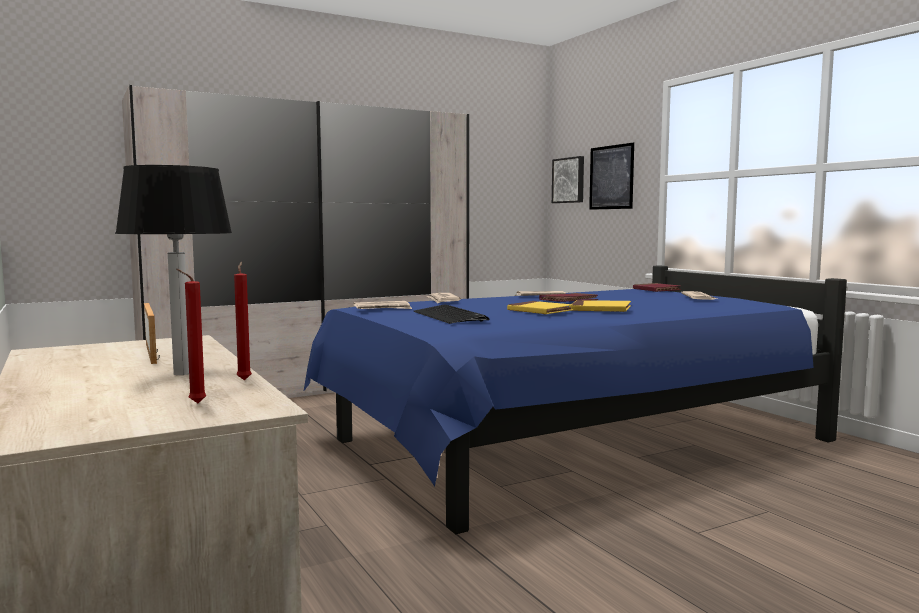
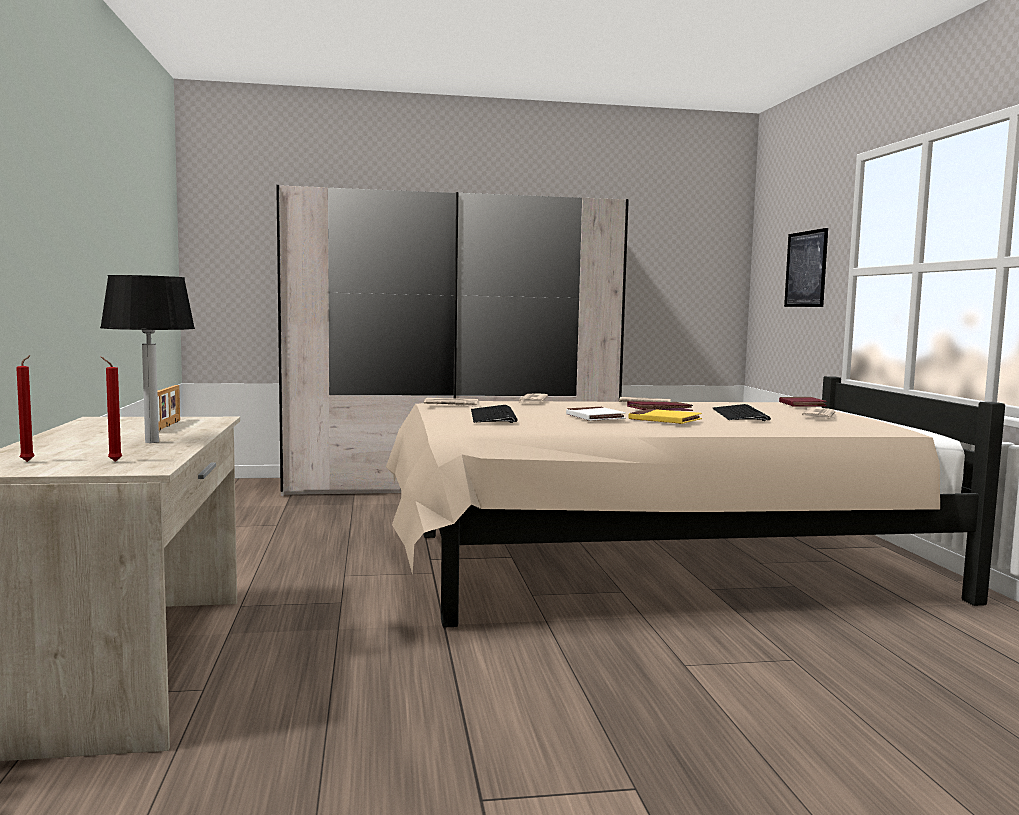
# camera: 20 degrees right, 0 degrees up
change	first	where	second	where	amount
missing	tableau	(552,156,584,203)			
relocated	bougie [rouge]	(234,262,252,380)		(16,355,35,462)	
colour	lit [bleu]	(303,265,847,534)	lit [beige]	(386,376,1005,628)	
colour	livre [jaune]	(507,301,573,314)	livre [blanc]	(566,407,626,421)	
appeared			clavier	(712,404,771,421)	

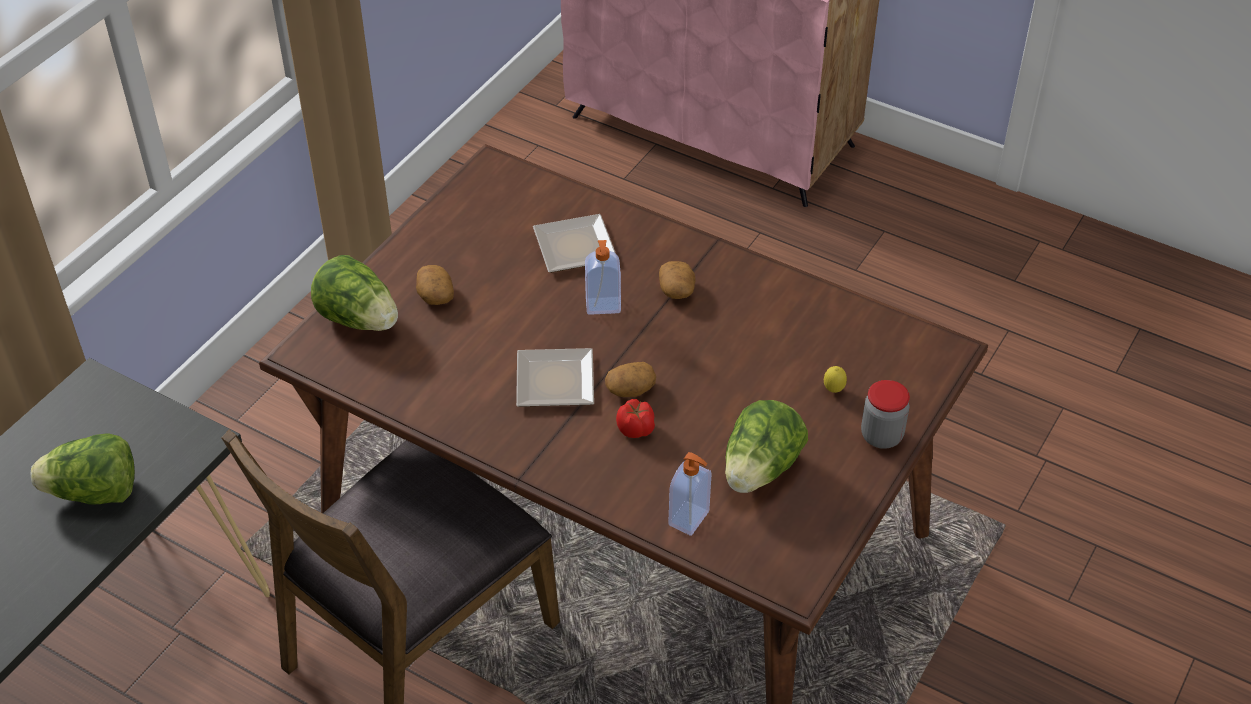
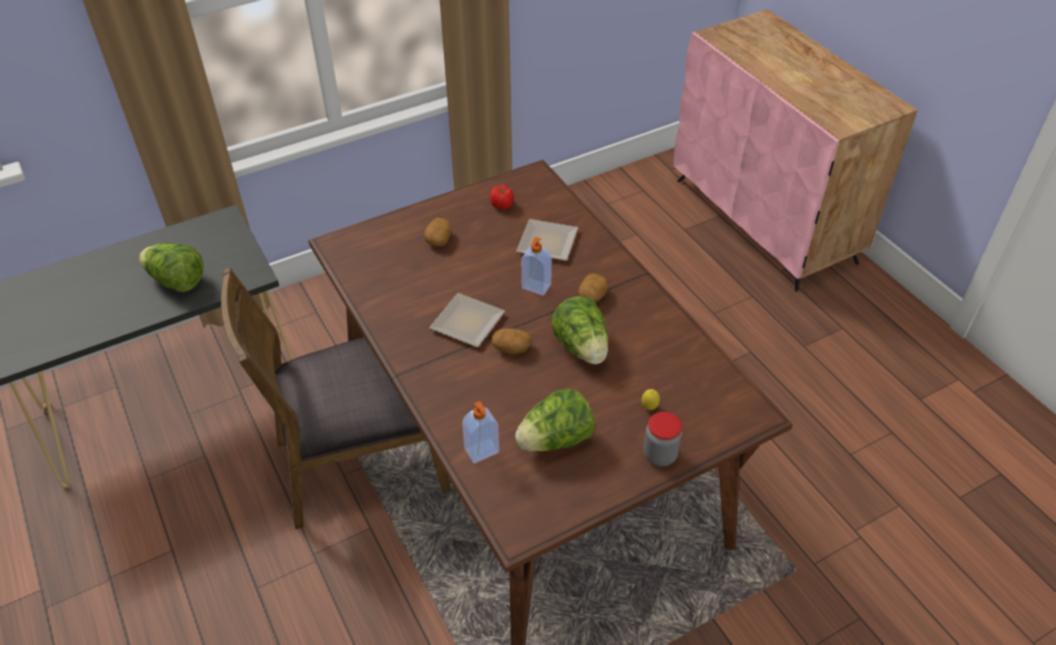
# camera: 30 degrees right, 0 degrees up
change	first	where	second	where	amount
relocated	laitue	(311,255,398,331)		(551,296,608,364)	
relocated	tomate	(616,399,655,438)		(490,185,514,209)	

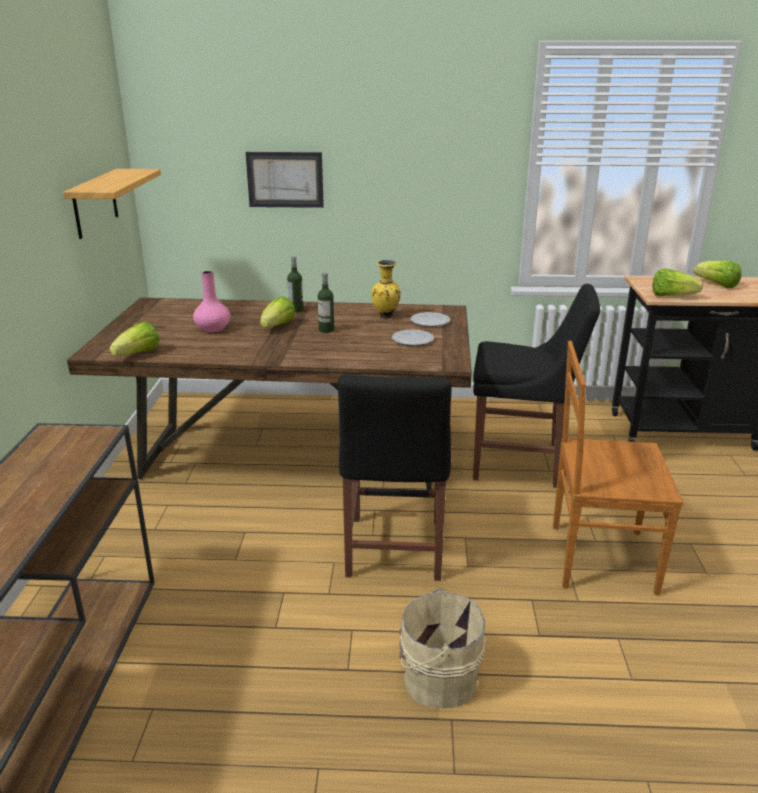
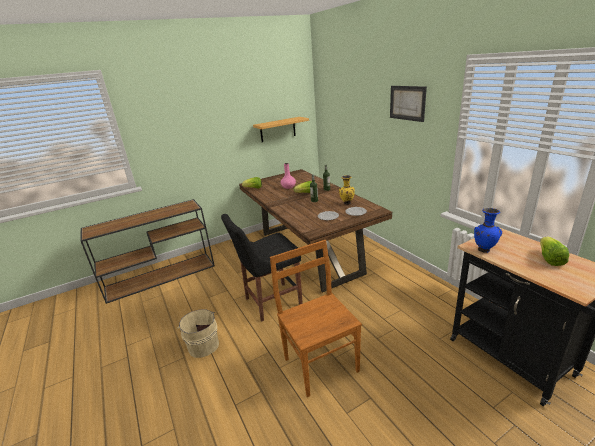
# camera: 60 degrees right, 0 degrees up
change	first	where	second	where	amount
relocated	tableau	(246,152,324,208)		(390,86,427,122)	
exchanged	laitue	(653,268,703,296)	vase [bleu]	(474,208,502,253)	
missing	chaise [noir]	(473,284,600,488)			

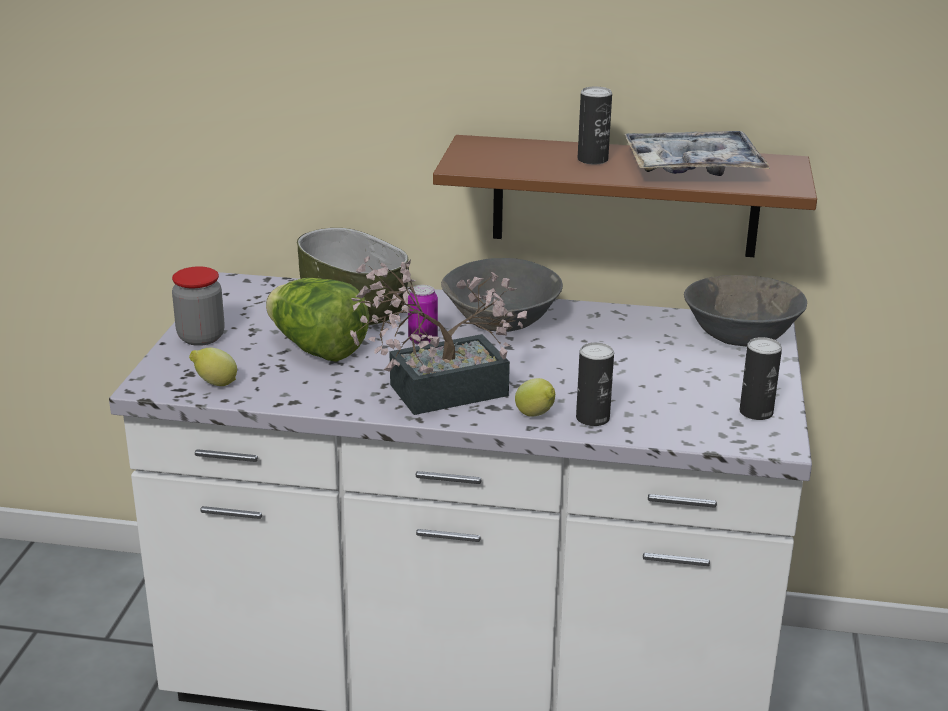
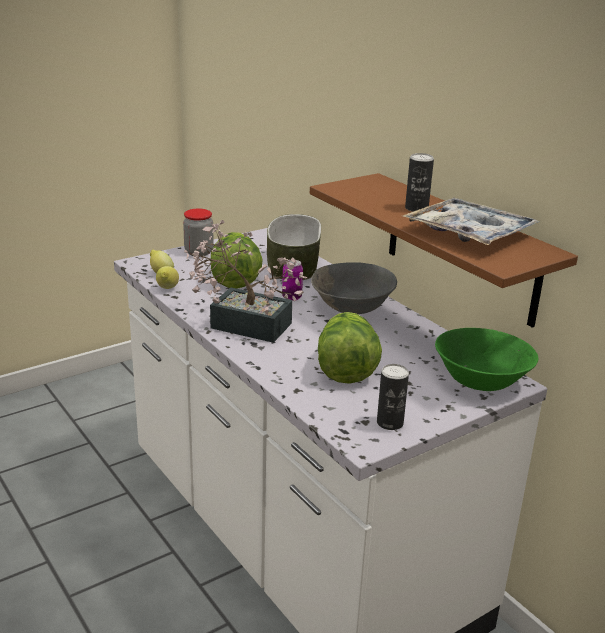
# camera: 45 degrees right, 0 degrees up
change	first	where	second	where	amount
colour	bol [gris]	(684,275,807,346)	bol [vert]	(435,328,538,391)	
missing	boîte métallique	(576,342,614,426)			
relocated	citron	(515,378,555,417)		(156,266,179,289)	
appeared			laitue	(318,312,382,384)	

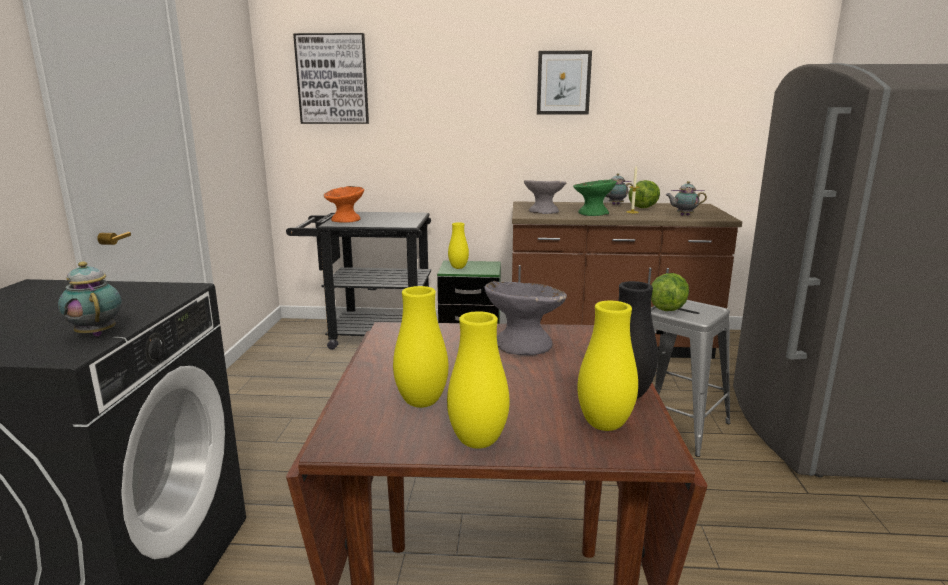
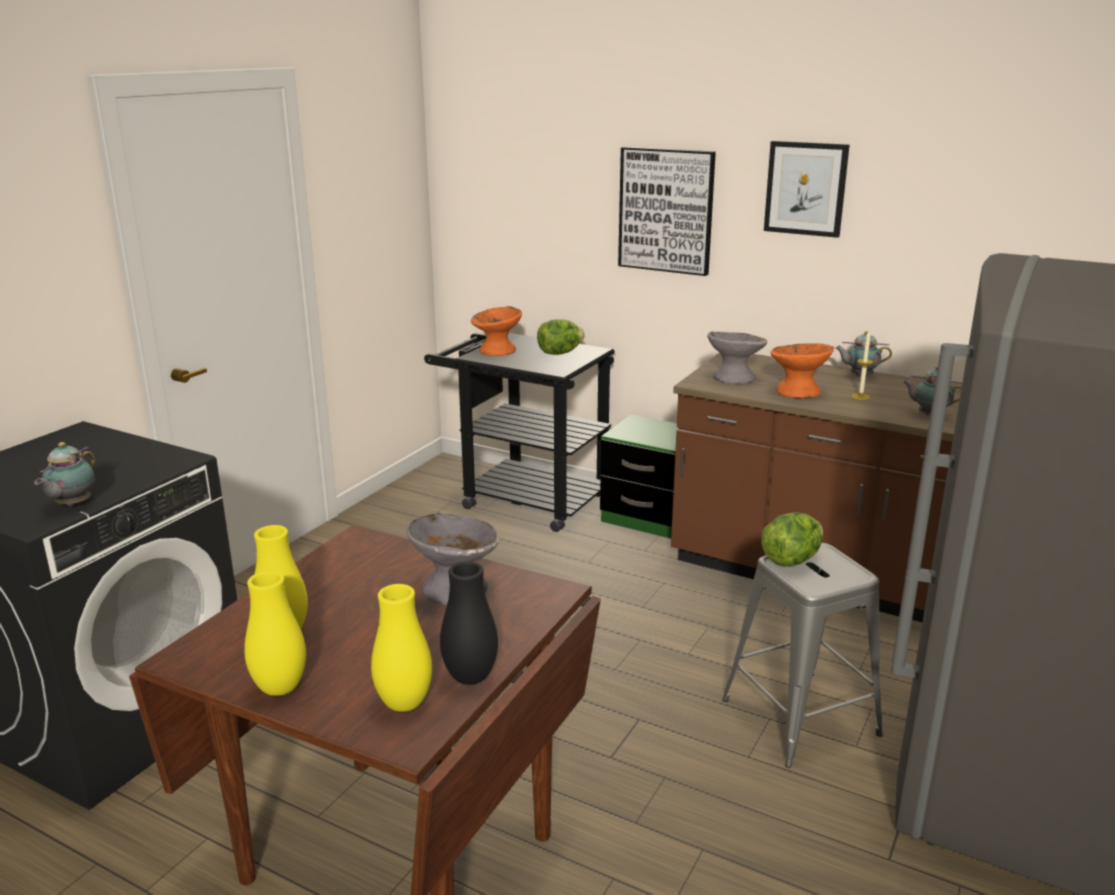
# camera: 25 degrees right, 5 degrees up
change	first	where	second	where	amount
relocated	tableau	(293,33,369,124)		(618,147,716,276)	
colour	bol [vert]	(573,179,617,216)	bol [orange]	(771,343,834,399)	
relocated	laitue	(628,180,660,208)		(537,319,585,355)	
missing	vase [jaune]	(448,222,469,269)			
spun	théière	(58,261,122,337)		(34,442,95,507)	150 degrees counterclockwise

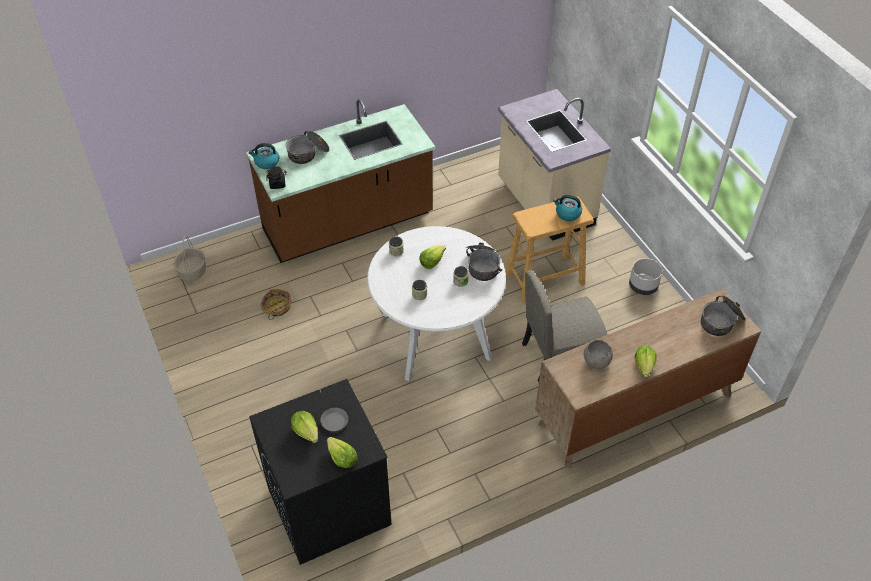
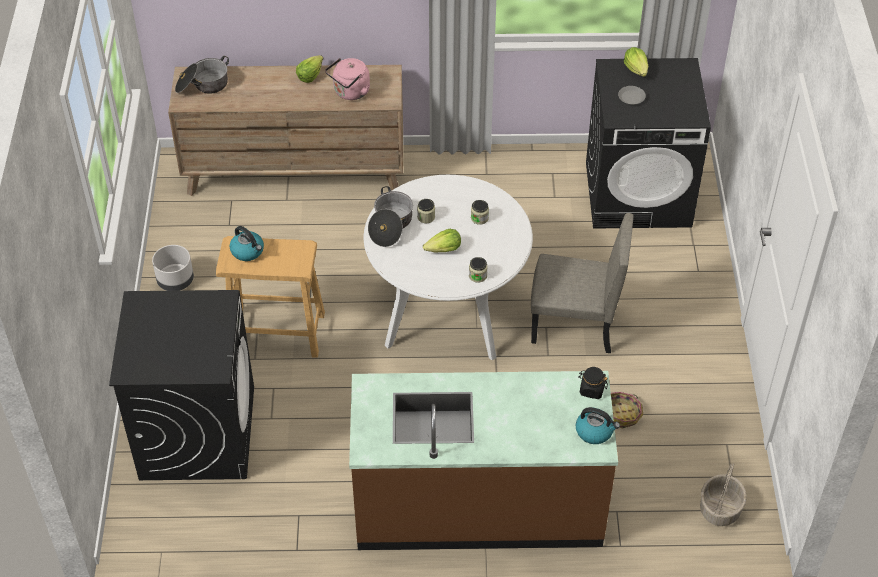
# camera: 155 degrees left, 0 degrees up
change	first	where	second	where	amount
exchanged	comptoir de cuisine [beige]	(498,89,611,241)	lave-linge [noir]	(109,290,254,480)	
missing	marmite	(286,131,330,164)			
relocated	chaise [beige]	(522,270,608,382)		(531,213,634,353)	
exchanged	bol [gris]	(584,340,613,369)	bouilloire [rose]	(325,58,370,100)	
missing	laitue	(291,411,318,443)			

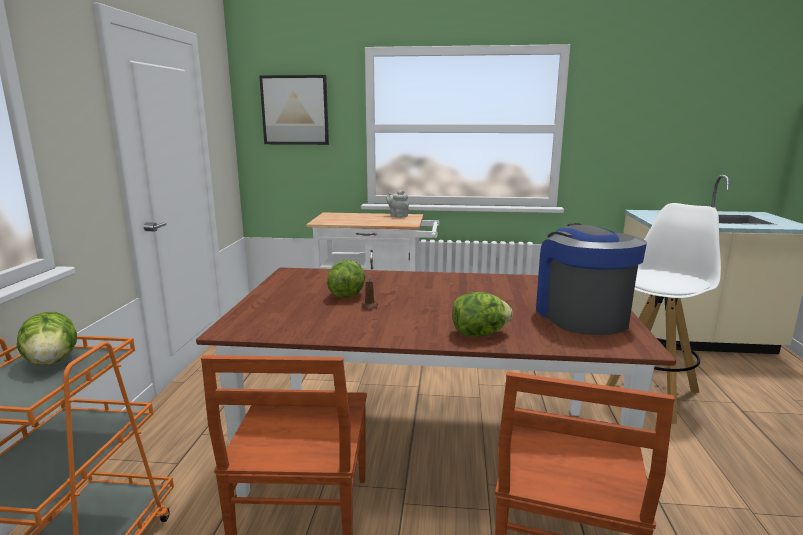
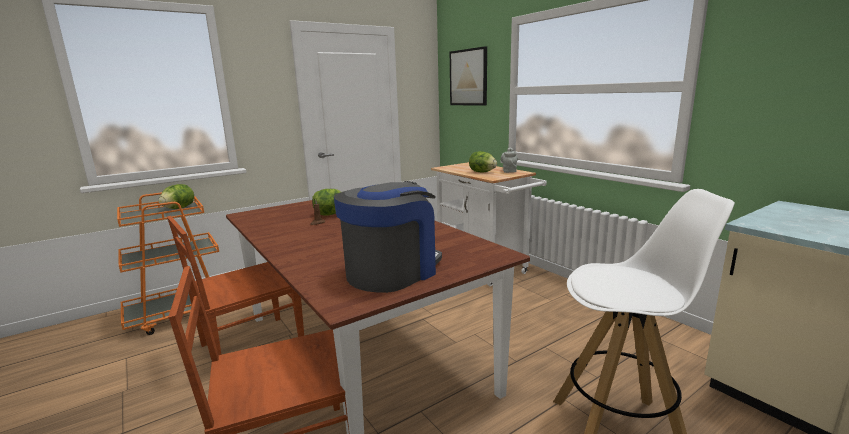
# camera: 50 degrees right, 0 degrees up
change	first	where	second	where	amount
relocated	laitue	(452,292,513,337)		(469,151,497,172)	

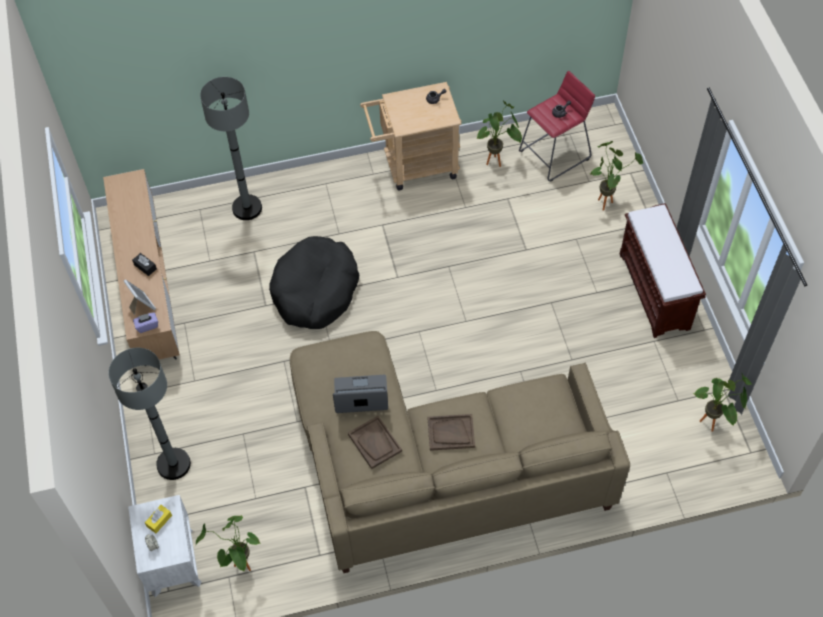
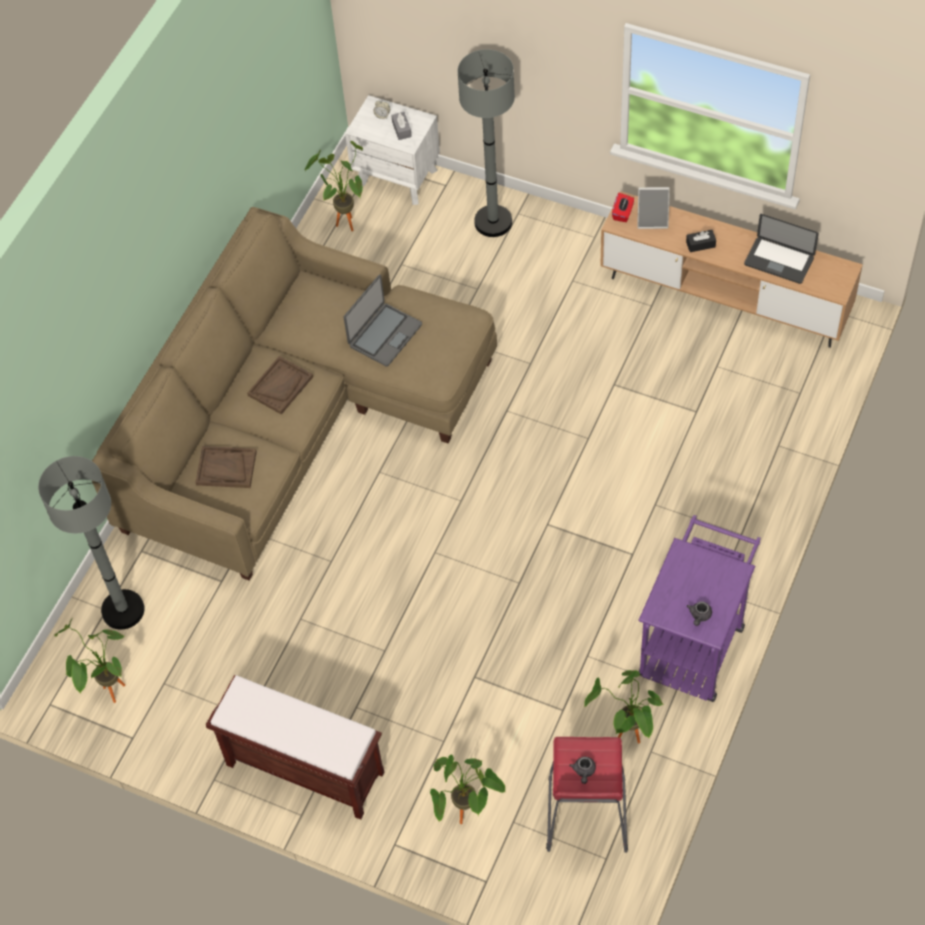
# camera: 130 degrees right, 0 degrees up
change	first	where	second	where	amount
relocated	lampadaire [gris]	(200,77,262,220)		(38,456,145,630)	
colour	chariot [beige]	(360,82,462,190)	chariot [violet]	(639,515,761,702)	
missing	panier pour chien [noir]	(269,236,359,329)			
colour	boîte à mouchoirs [violet]	(133,312,158,333)	boîte à mouchoirs [rouge]	(612,193,634,222)	
relocated	plateau [marron]	(348,416,402,469)		(195,446,257,488)	
colour	boîte à mouchoirs [jaune]	(145,505,172,533)	boîte à mouchoirs [gris]	(391,112,412,140)	
appeared			ordinateur portable	(744,214,819,284)	

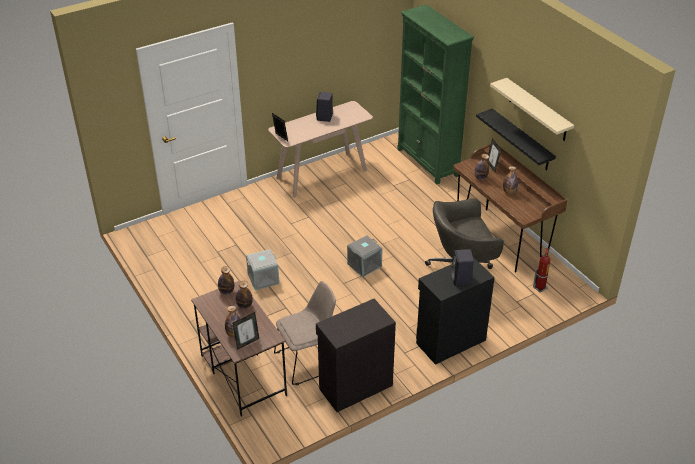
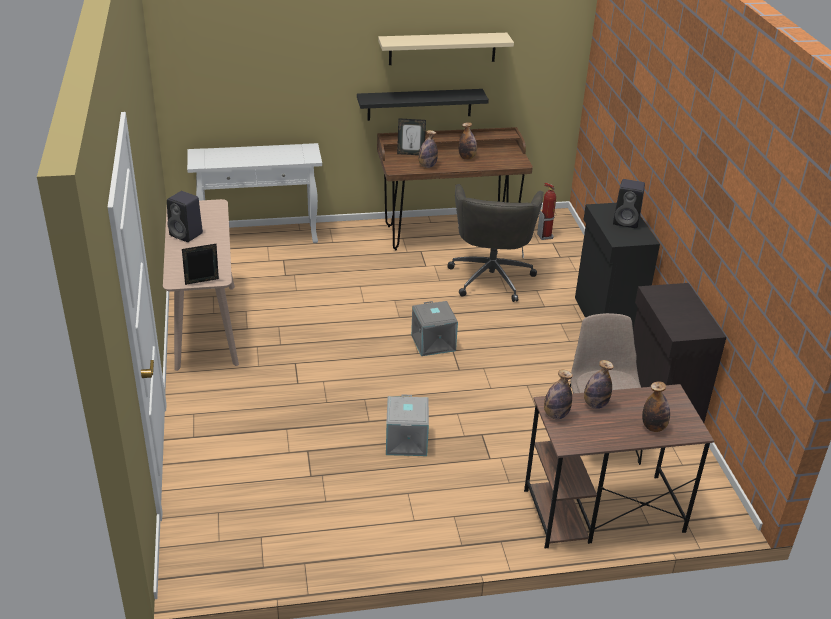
# camera: 70 degrees left, 5 degrees down
change	first	where	second	where	amount
exchanged	bibliothèque [vert]	(397,4,474,184)	table console [blanc]	(187,143,322,243)	
missing	cadre photo	(232,312,259,350)			

